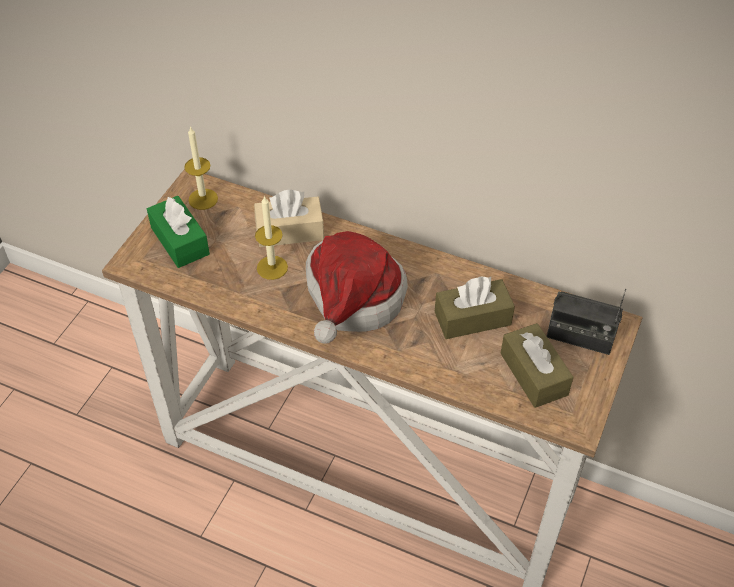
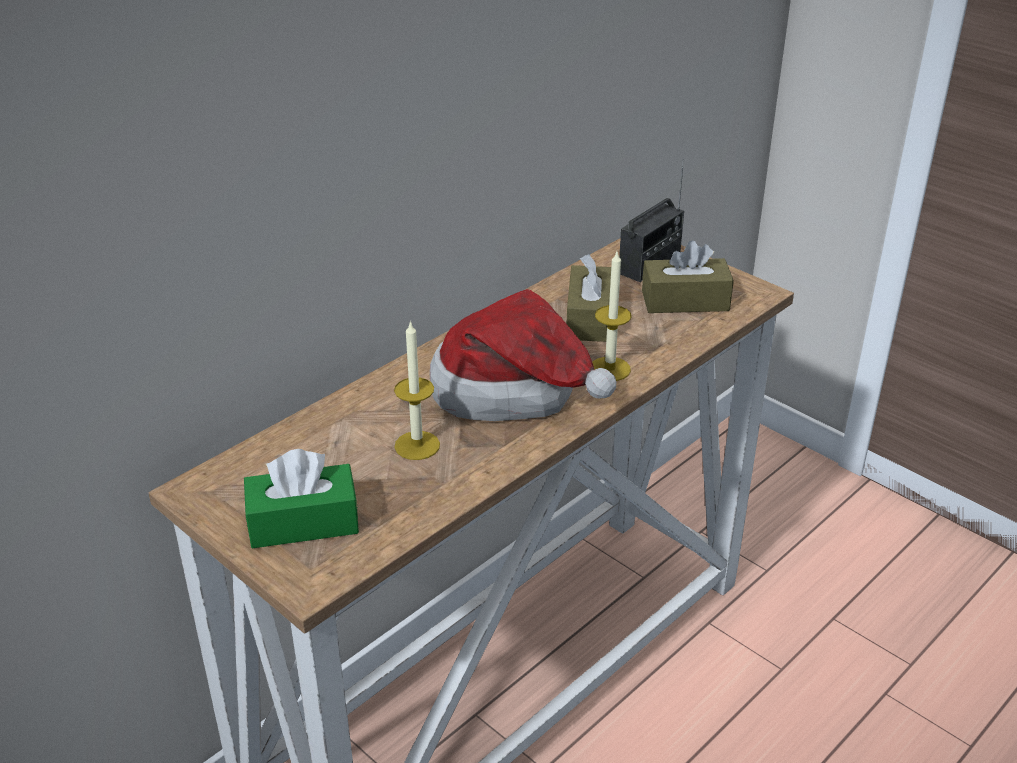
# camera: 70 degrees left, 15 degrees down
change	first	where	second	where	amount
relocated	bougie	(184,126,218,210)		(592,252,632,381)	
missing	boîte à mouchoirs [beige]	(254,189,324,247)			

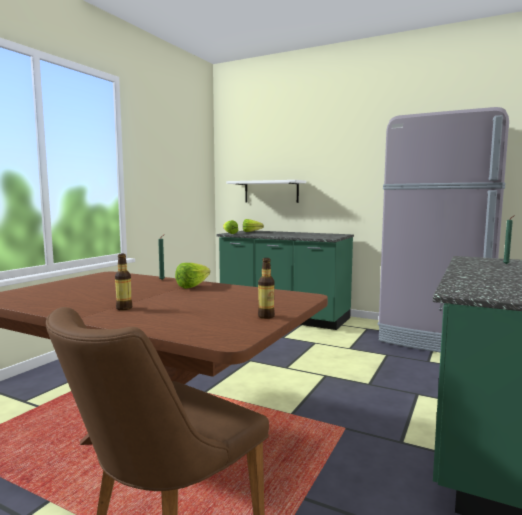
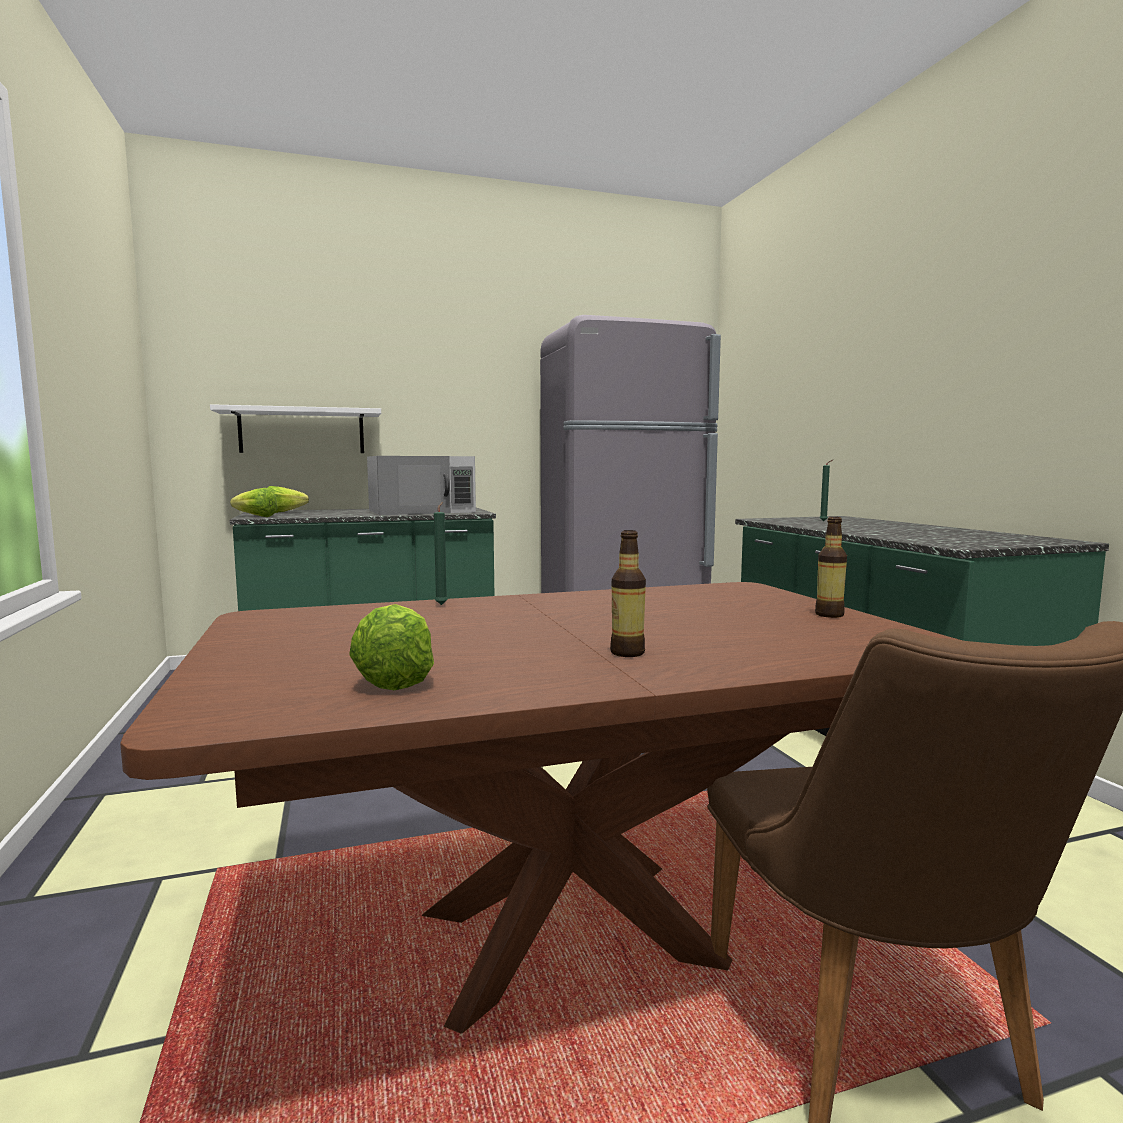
# camera: 45 degrees left, 0 degrees up
change	first	where	second	where	amount
relocated	laitue	(175,263,210,289)		(349,604,434,690)	
appeared			micro-ondes [blanc]	(367,456,476,515)	

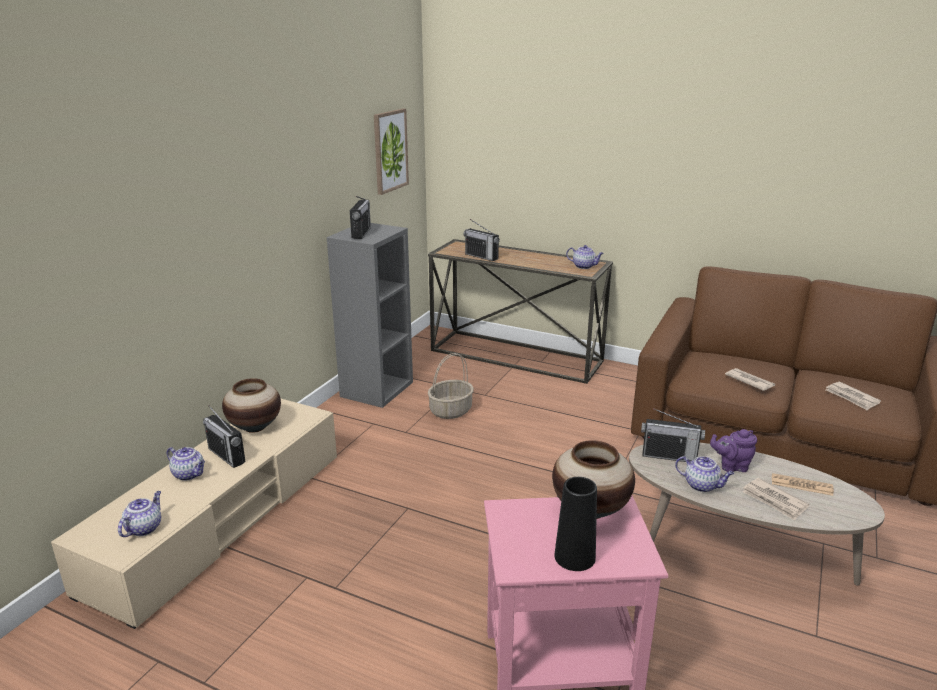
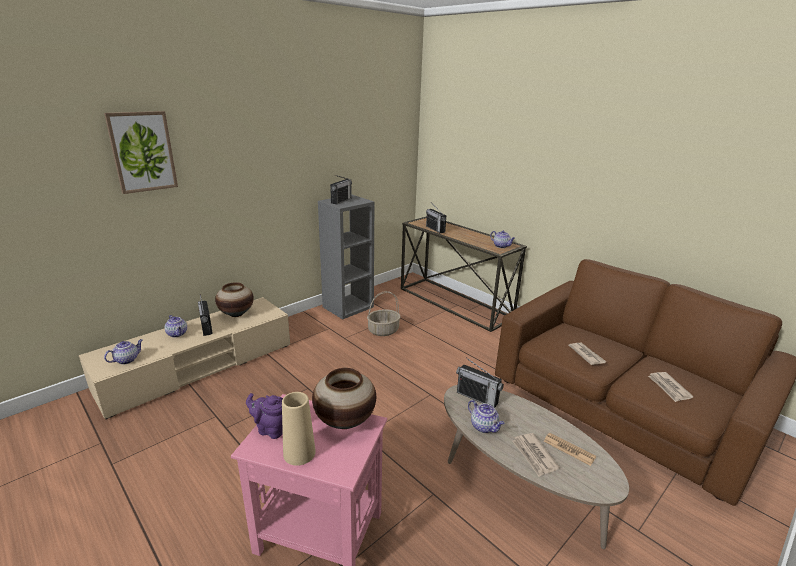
# camera: 20 degrees right, 0 degrees up
change	first	where	second	where	amount
relocated	tableau	(374,108,409,195)		(104,111,178,194)	
relocated	théière [violet]	(710,429,757,472)		(246,393,283,439)	
colour	vase [noir]	(554,477,597,571)	vase [beige]	(282,392,316,466)	

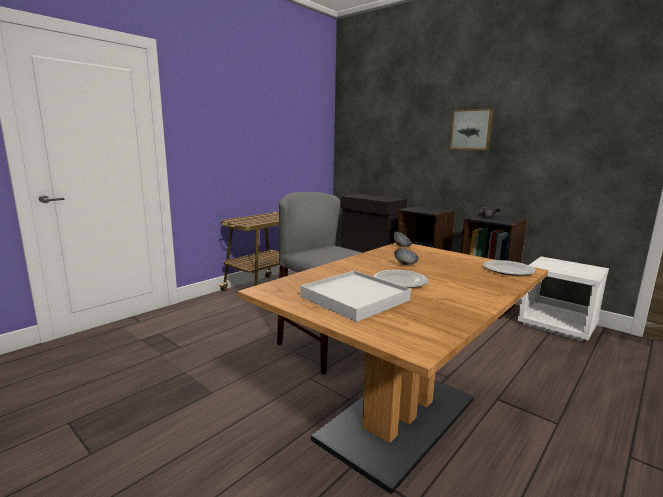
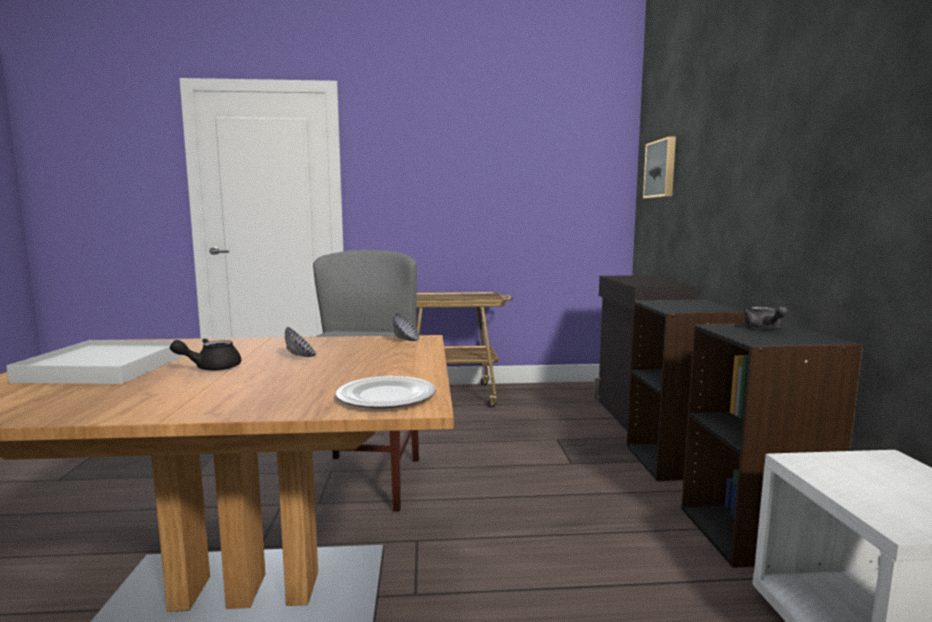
# camera: 45 degrees right, 5 degrees down
change	first	where	second	where	amount
relocated	tableau	(450,108,493,150)		(643,136,676,198)	
exchanged	assiette	(374,270,428,288)	théière [noir]	(170,338,241,371)	

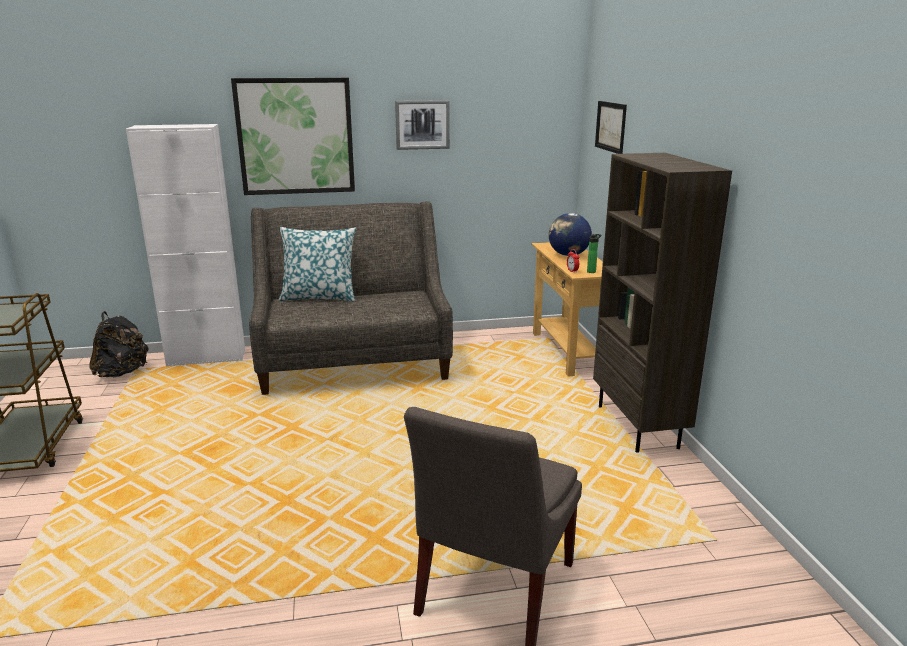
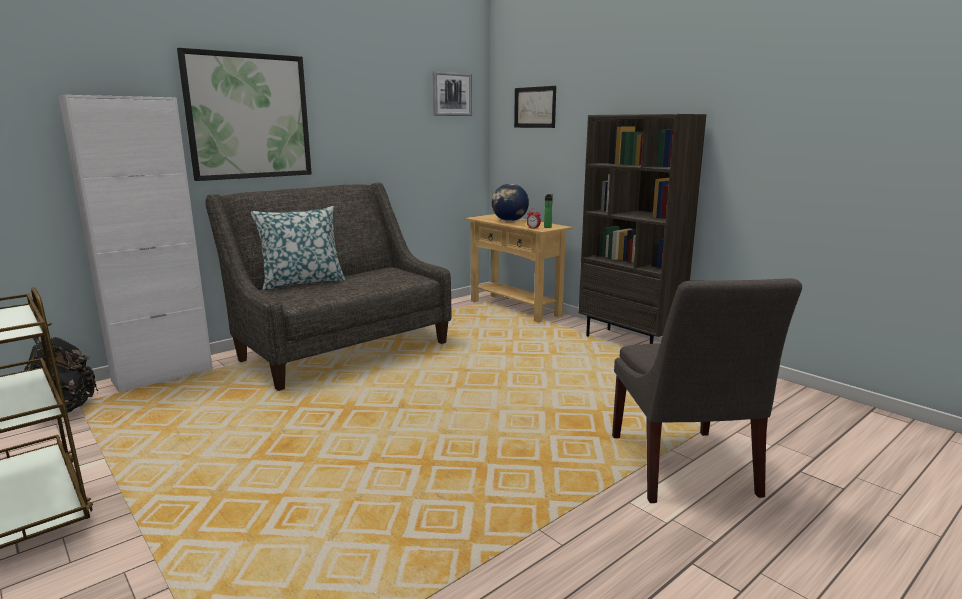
# camera: 30 degrees left, 5 degrees down
change	first	where	second	where	amount
relocated	tableau	(395,100,450,150)		(433,71,472,116)	

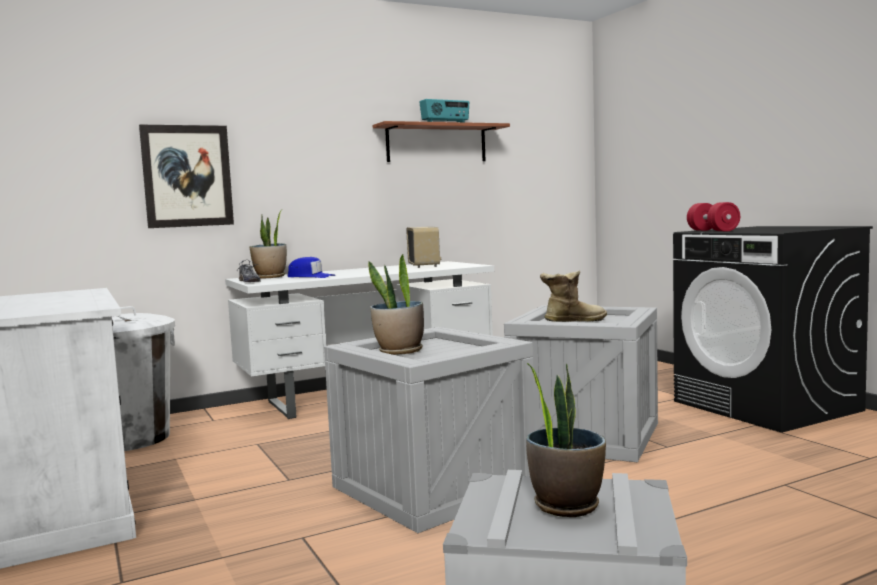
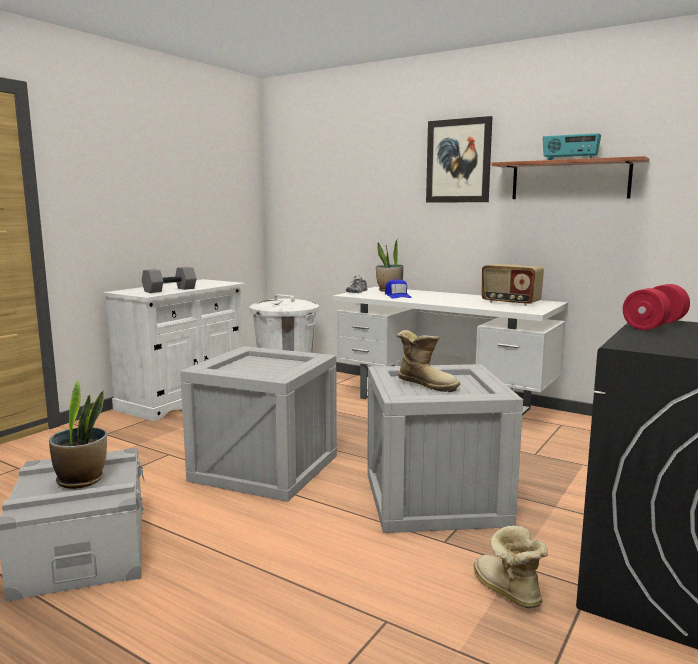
# camera: 60 degrees right, 5 degrees up
change	first	where	second	where	amount
relocated	tableau	(139,125,234,228)		(426,116,492,203)	
spun	radio	(406,226,441,268)		(481,264,544,306)	75 degrees clockwise
missing	plante en pot	(368,254,424,355)			
appeared			haltère [gris]	(142,267,196,293)	
appeared			botte	(474,526,548,608)	

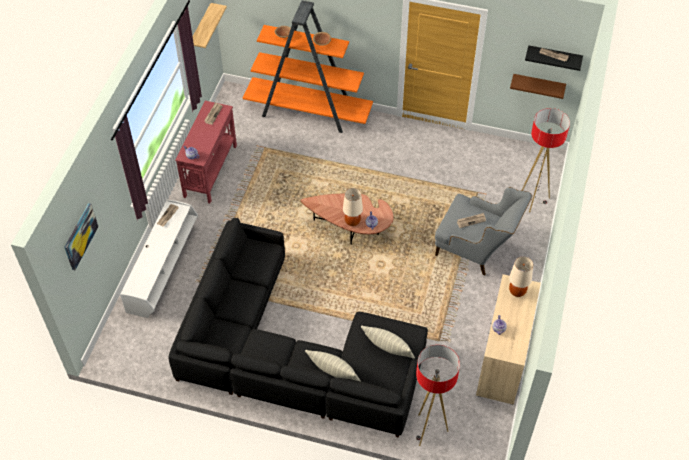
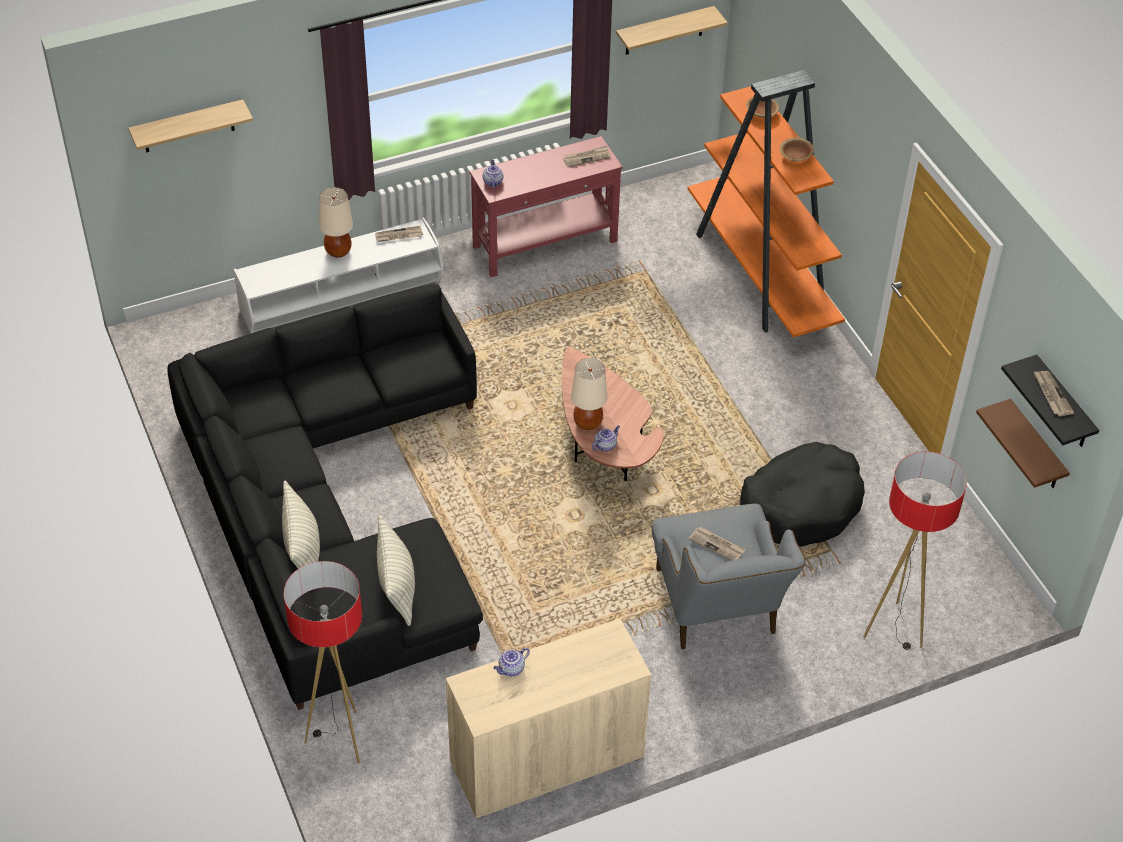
# camera: 50 degrees right, 5 degrees down
change	first	where	second	where	amount
exchanged	tableau	(64,203,98,270)	étagère	(128,99,253,153)	
relocated	lampe de table [beige]	(509,256,533,297)		(319,187,353,257)	
appeared			panier pour chien [noir]	(740,442,865,547)	

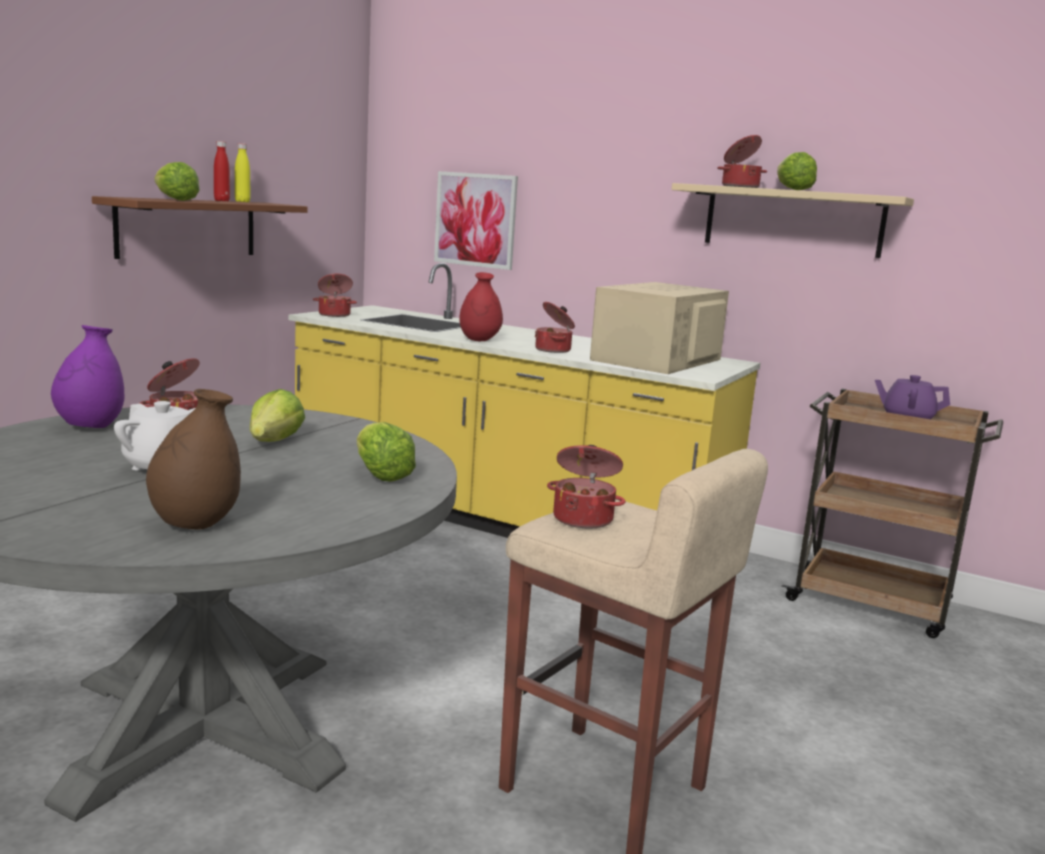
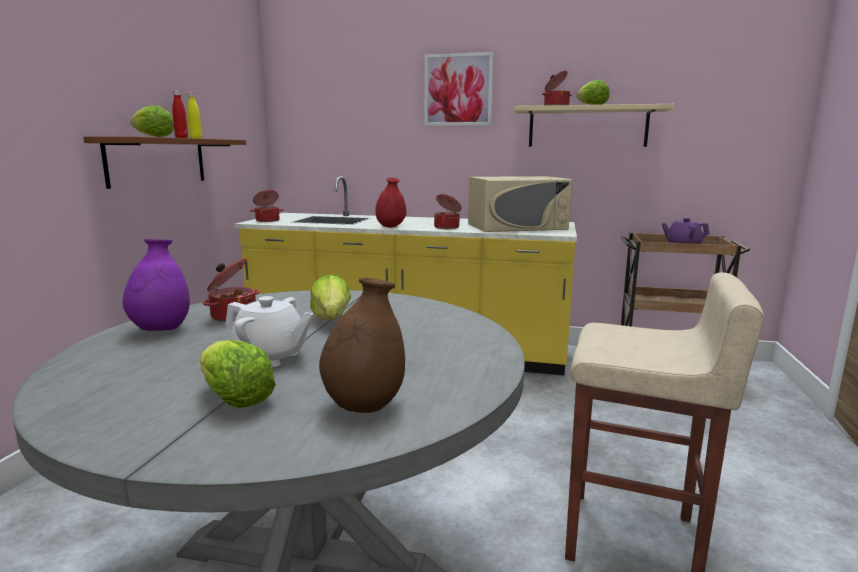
# camera: 15 degrees left, 0 degrees up
change	first	where	second	where	amount
relocated	tableau	(434,171,518,270)		(425,52,493,126)	
spun	micro-ondes [beige]	(590,282,729,374)		(468,176,572,232)	120 degrees counterclockwise
relocated	laitue	(357,422,416,482)		(200,340,276,408)	
missing	marmite	(547,445,626,529)			

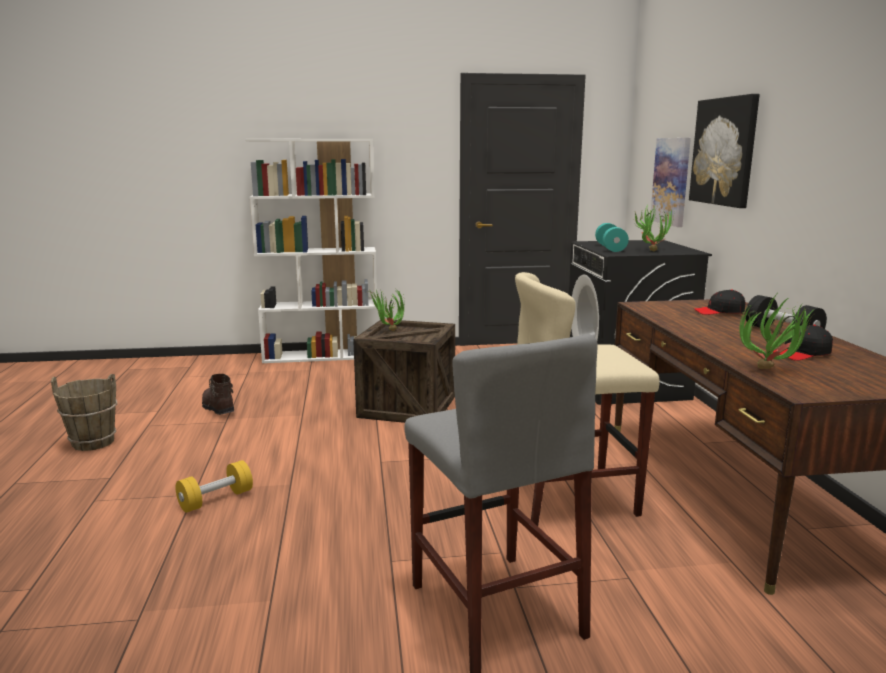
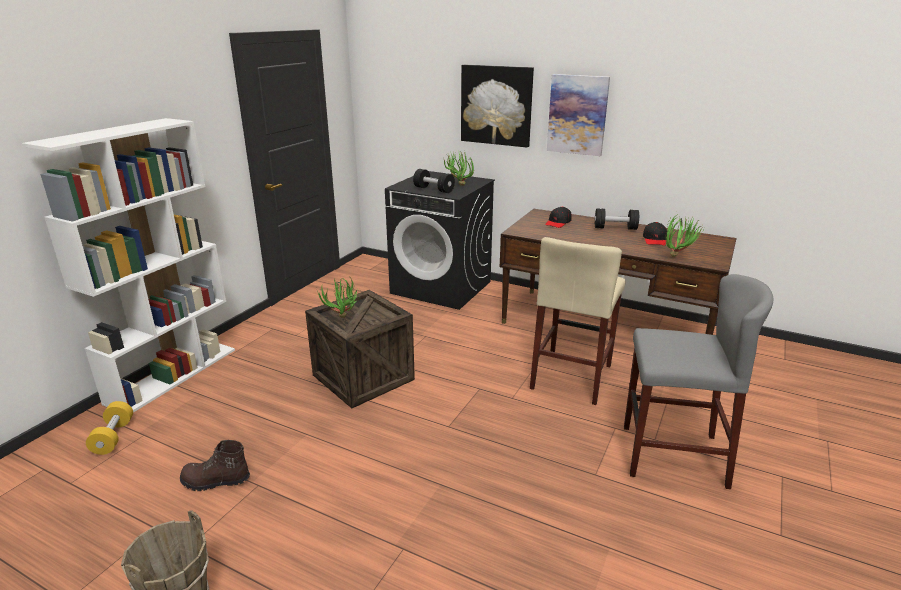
# camera: 55 degrees left, 10 degrees up
change	first	where	second	where	amount
relocated	tableau	(651,138,691,227)		(547,74,610,156)	
colour	haltère [turquoise]	(595,223,629,252)	haltère [noir]	(413,169,455,193)	
relocated	haltère [jaune]	(176,460,253,513)		(86,401,133,455)	

